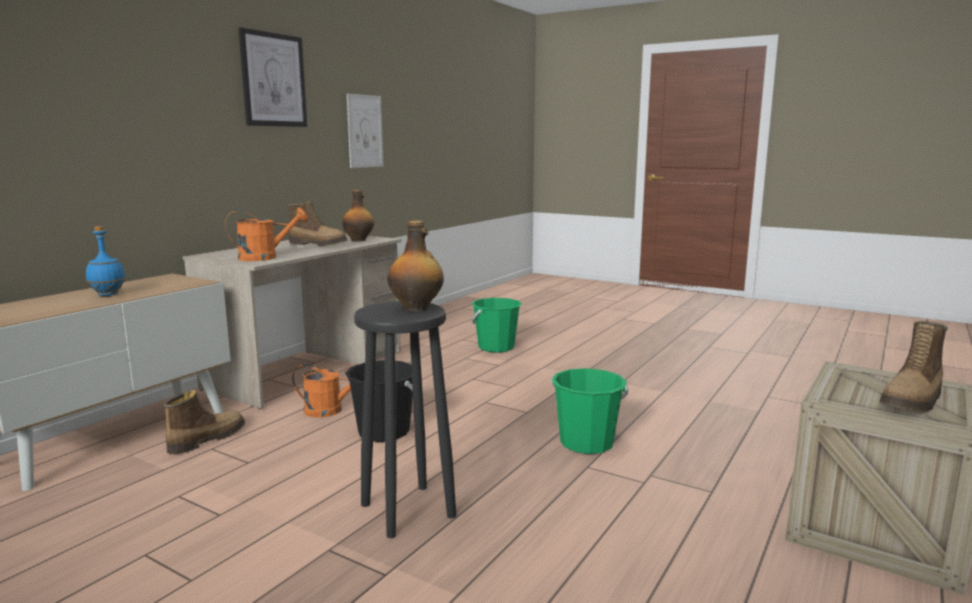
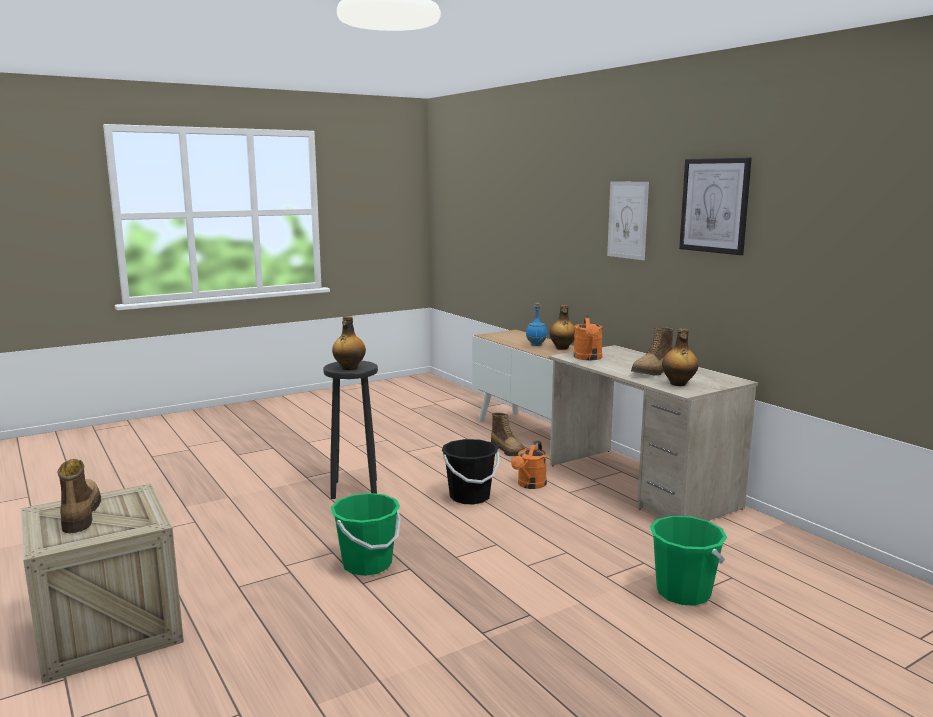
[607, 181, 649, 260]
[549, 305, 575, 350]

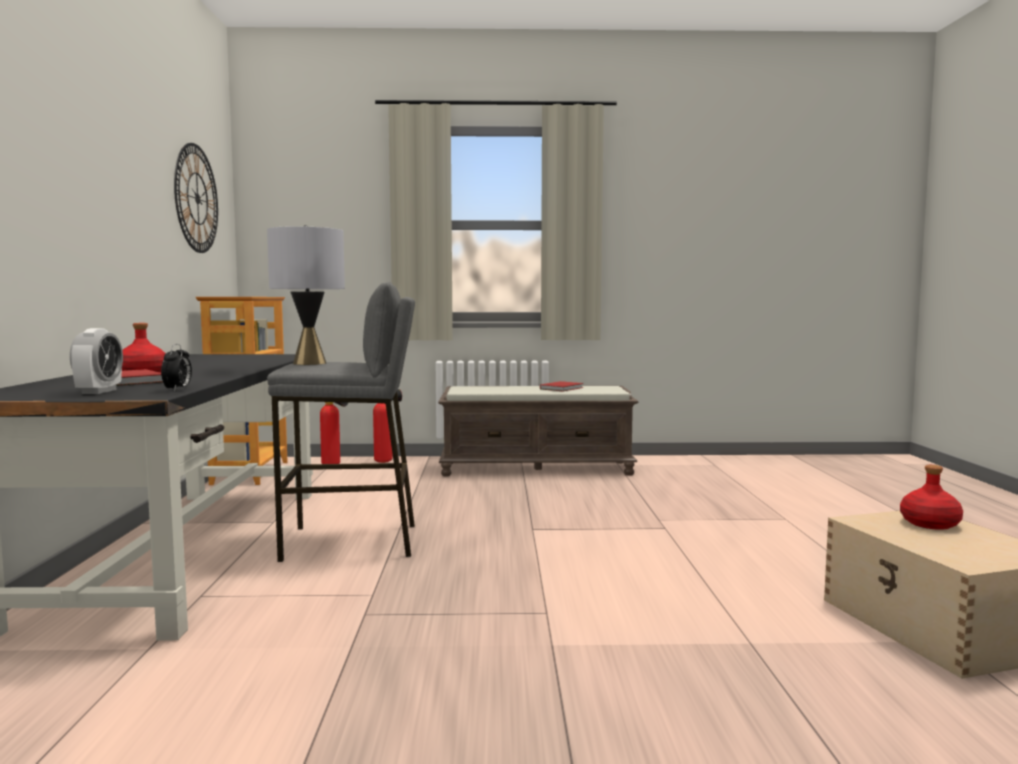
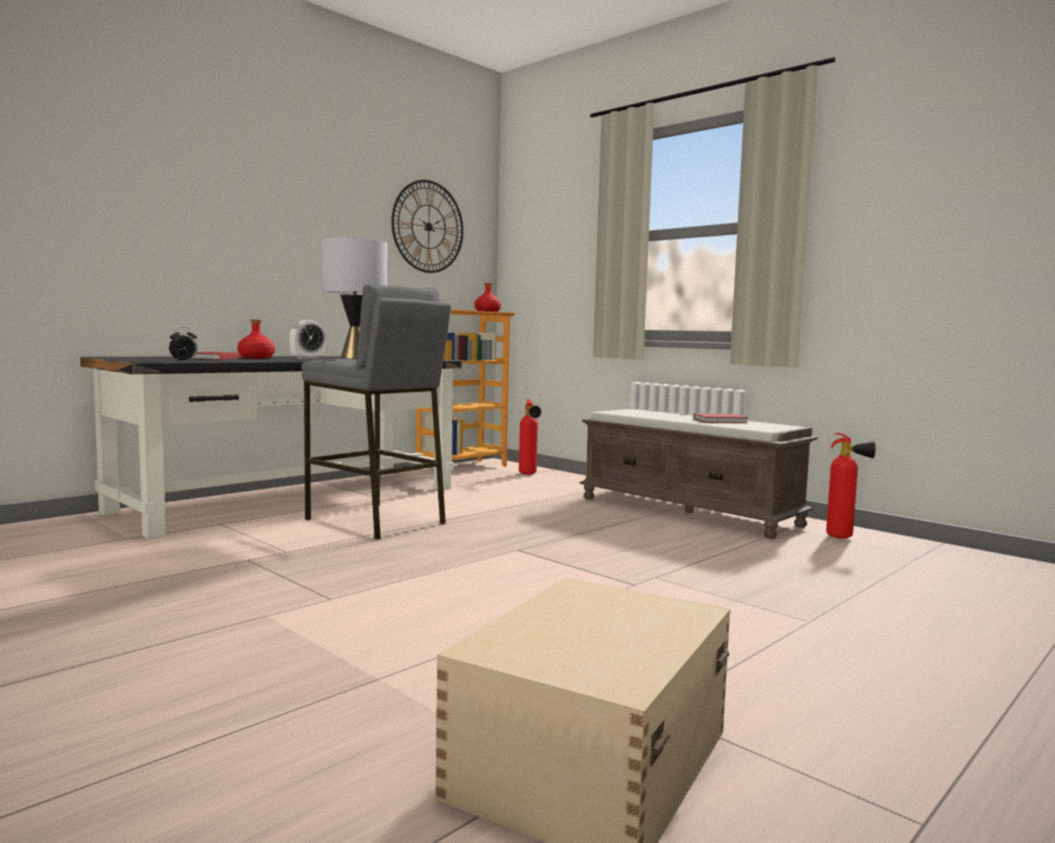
[289, 320, 326, 359]
[826, 433, 876, 539]
[474, 283, 501, 312]

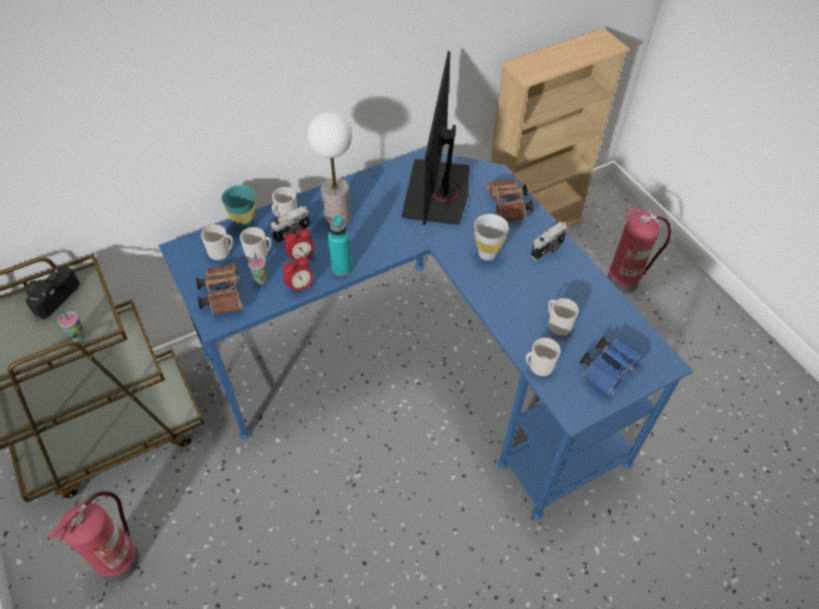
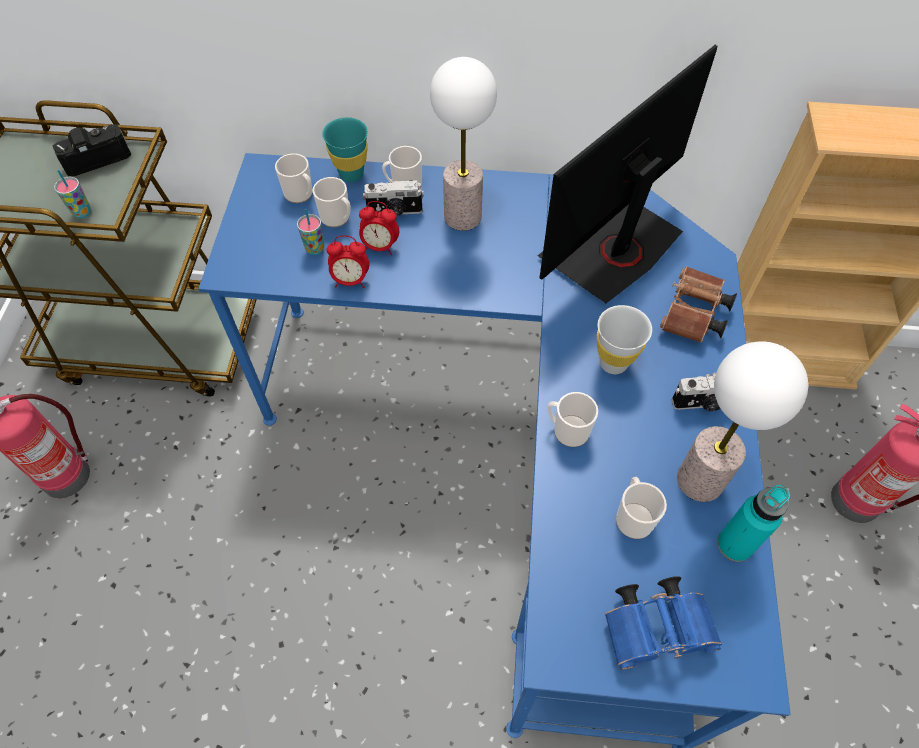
[717, 485, 790, 562]
[196, 263, 243, 315] (first image)
[547, 392, 598, 447]
[677, 342, 808, 502]

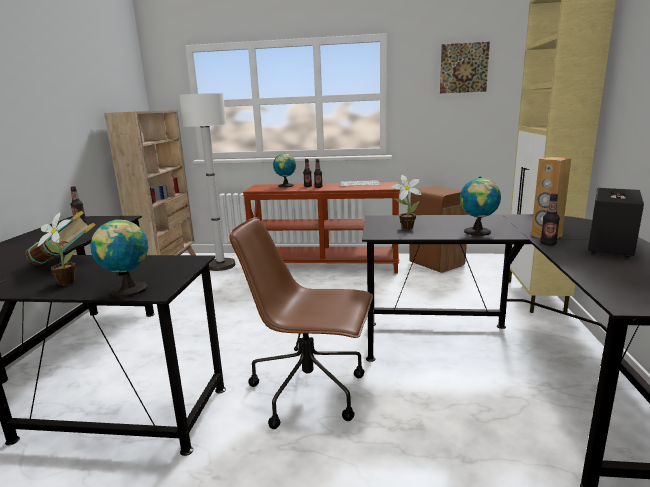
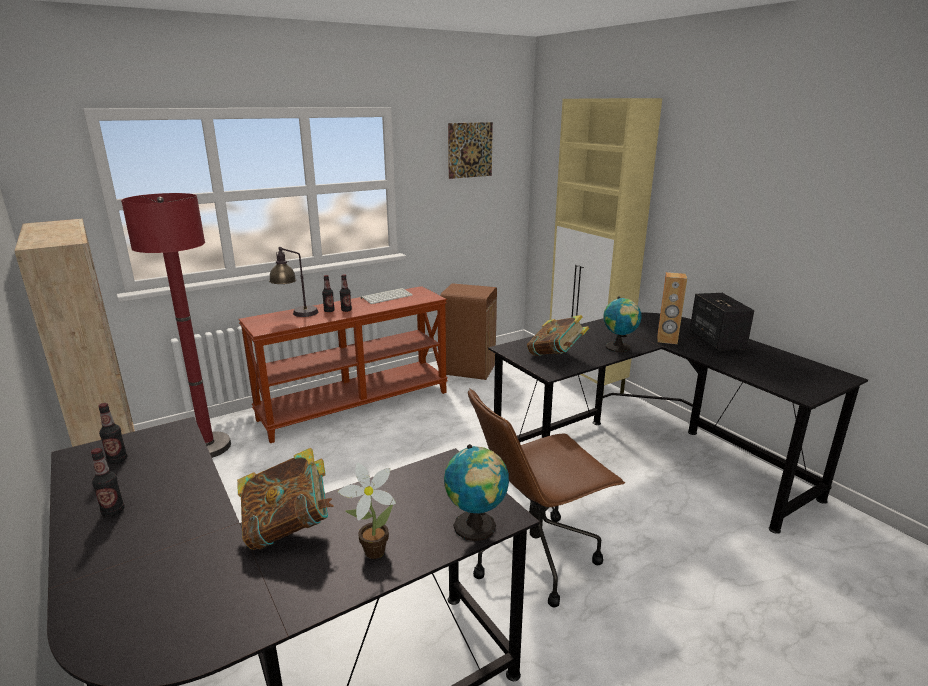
[121, 193, 231, 458]
[269, 247, 318, 317]
[527, 315, 589, 356]
[91, 448, 125, 517]

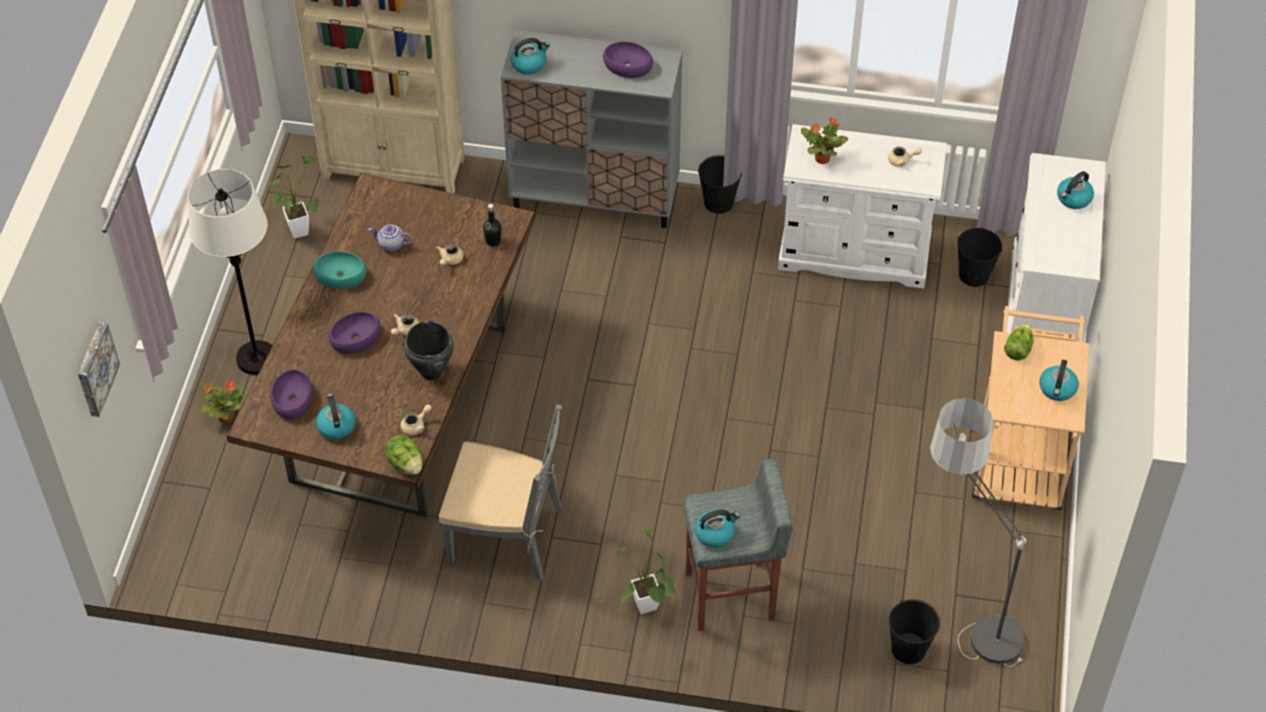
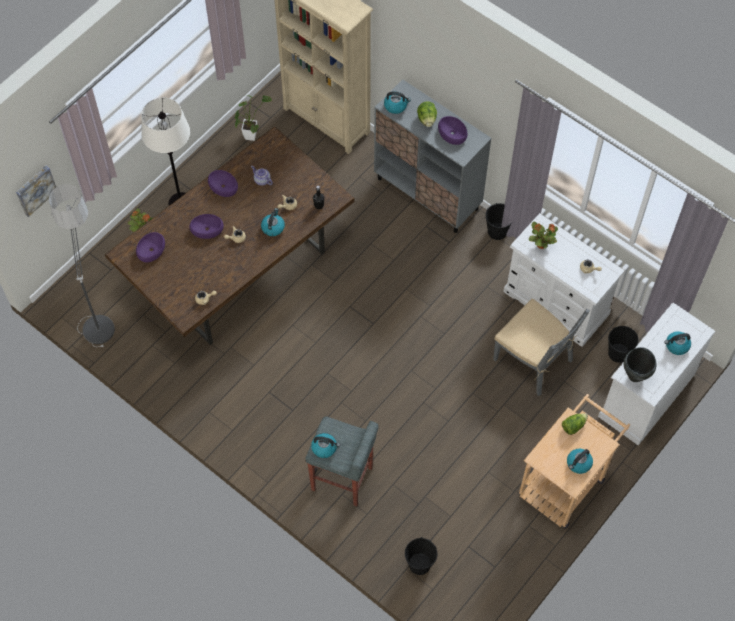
[208, 170, 238, 197]
[623, 347, 656, 382]
[261, 208, 285, 236]
[49, 184, 115, 347]
[493, 299, 590, 396]
[417, 101, 437, 127]
[615, 528, 676, 614] (first image)

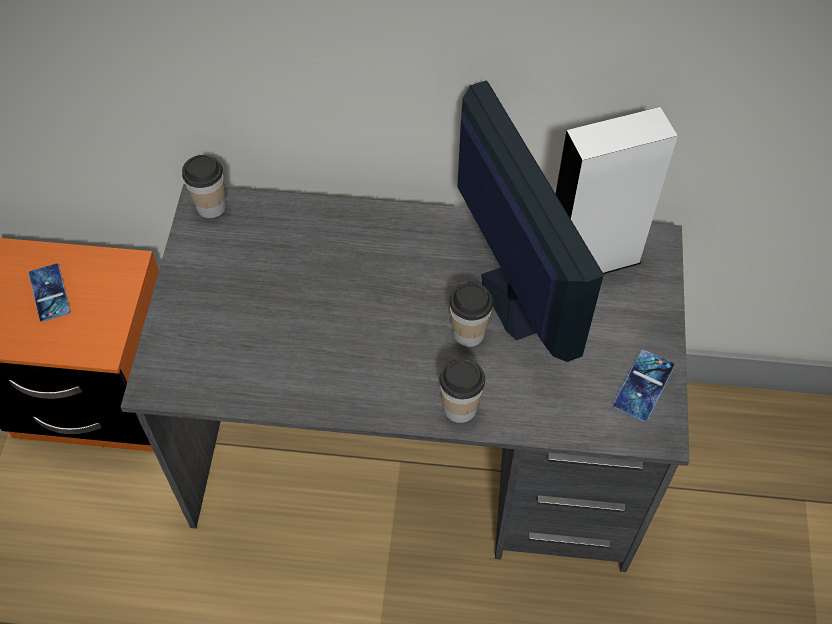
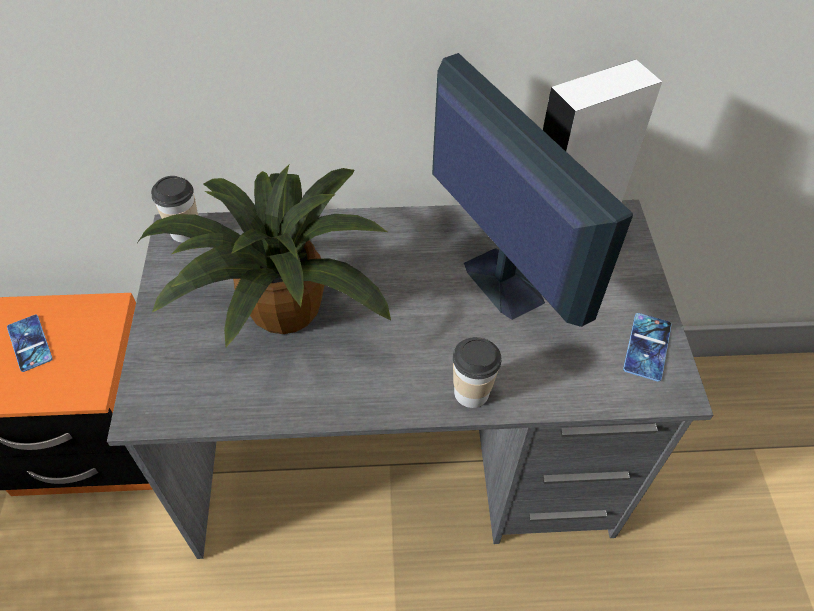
[450, 282, 493, 347] (first image)
[137, 165, 391, 347]

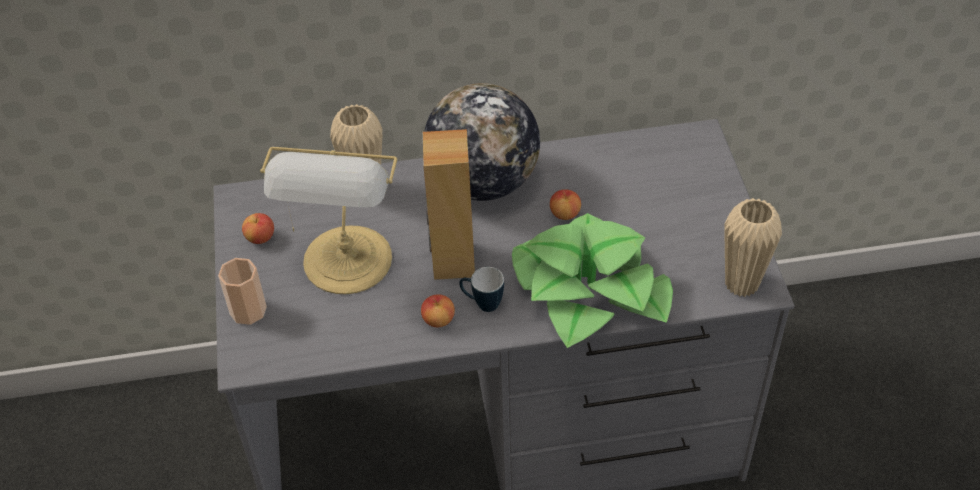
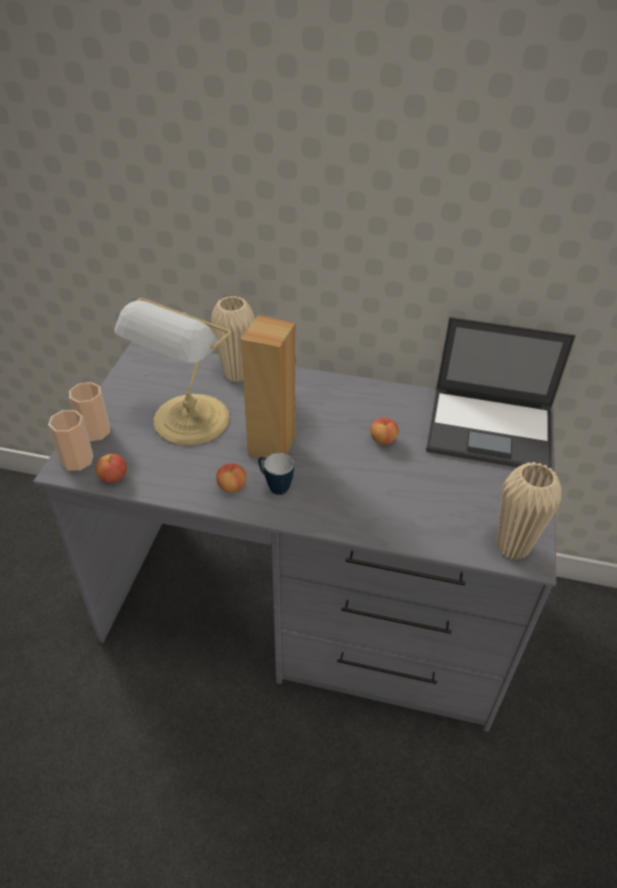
[424, 83, 540, 201] (first image)
[96, 454, 127, 483]
[512, 213, 673, 348] (first image)
[426, 317, 576, 468]
[48, 410, 94, 471]

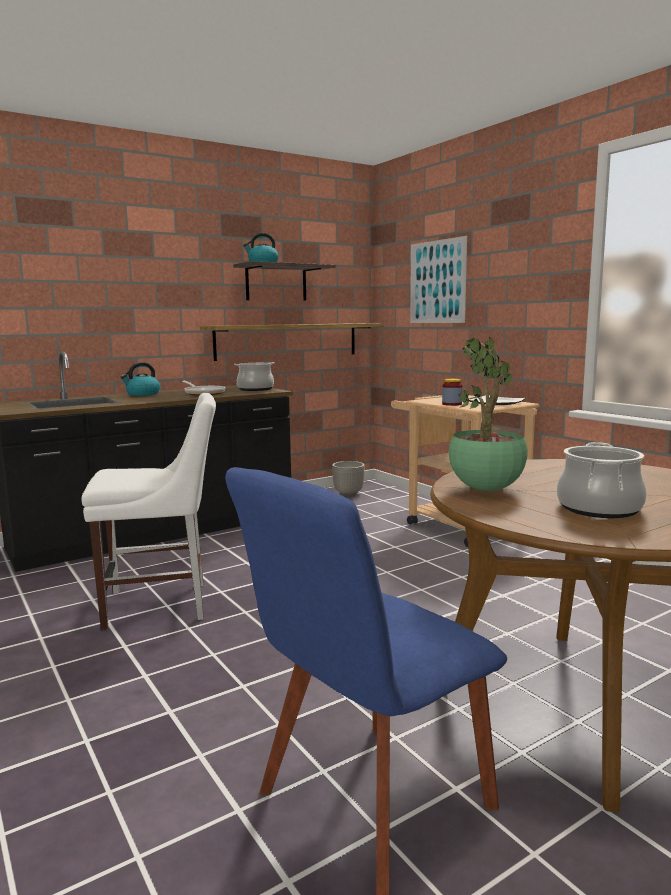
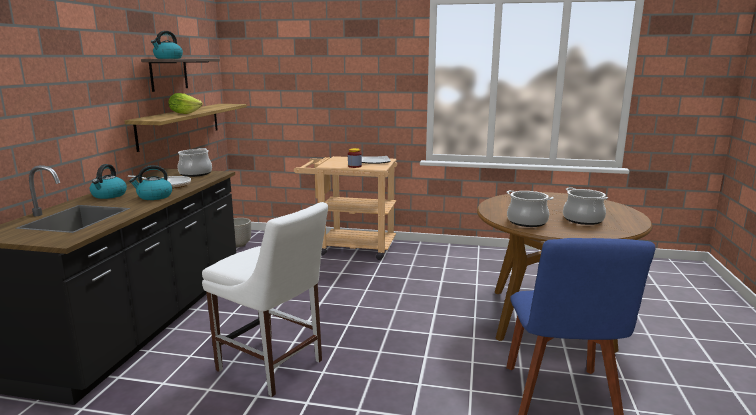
[410, 236, 467, 323] (first image)
[506, 190, 554, 227]
[202, 202, 328, 397]
[168, 93, 203, 114]
[129, 165, 172, 200]

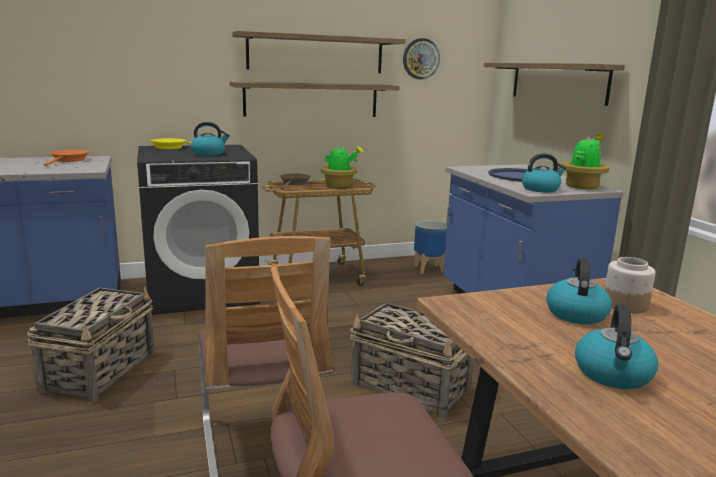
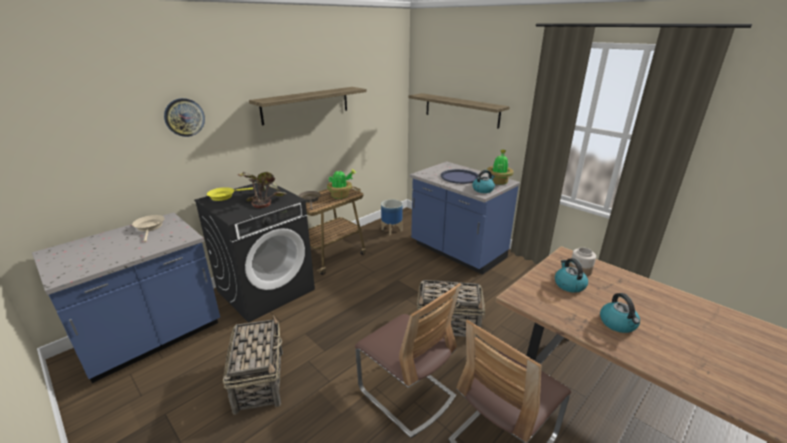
[164, 98, 205, 137]
[229, 81, 400, 117] (first image)
[238, 172, 287, 208]
[132, 215, 165, 242]

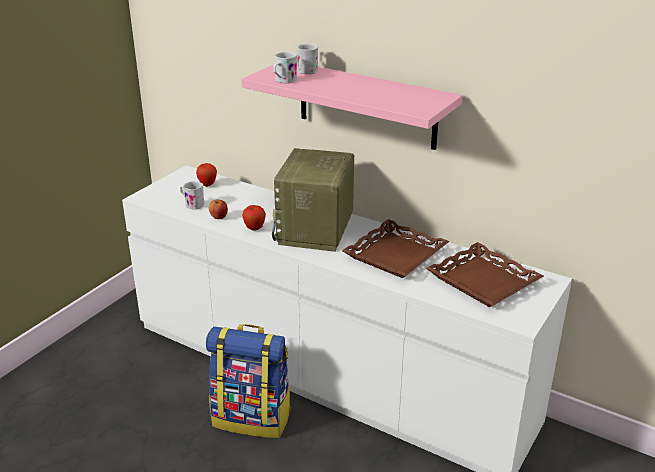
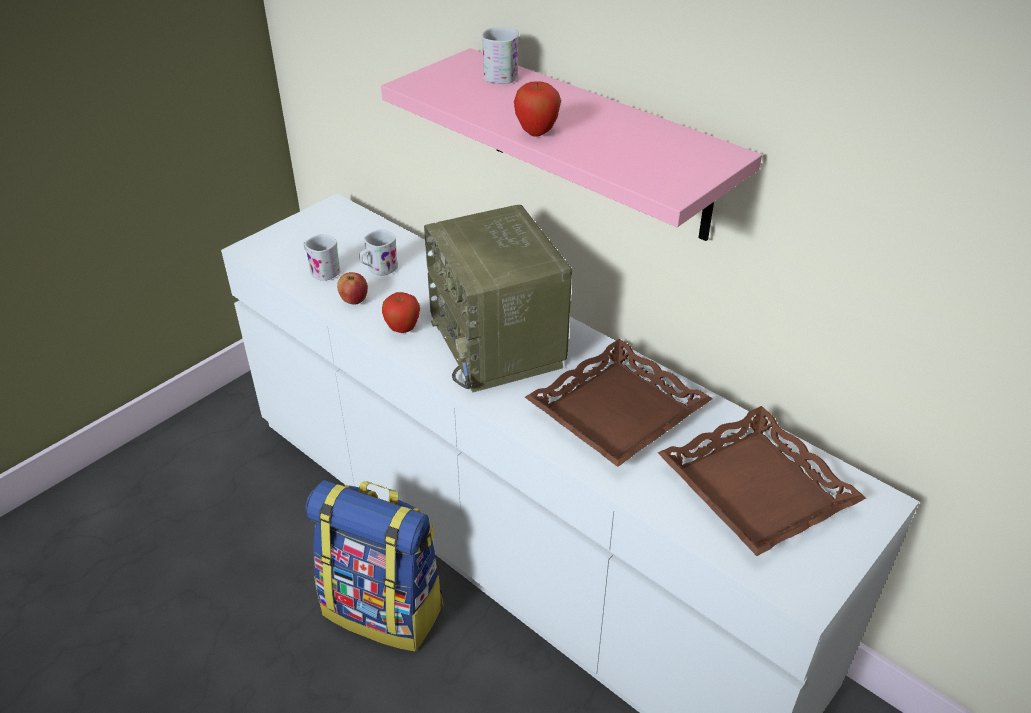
[359, 229, 398, 276]
[424, 205, 572, 392]
[514, 81, 561, 137]

